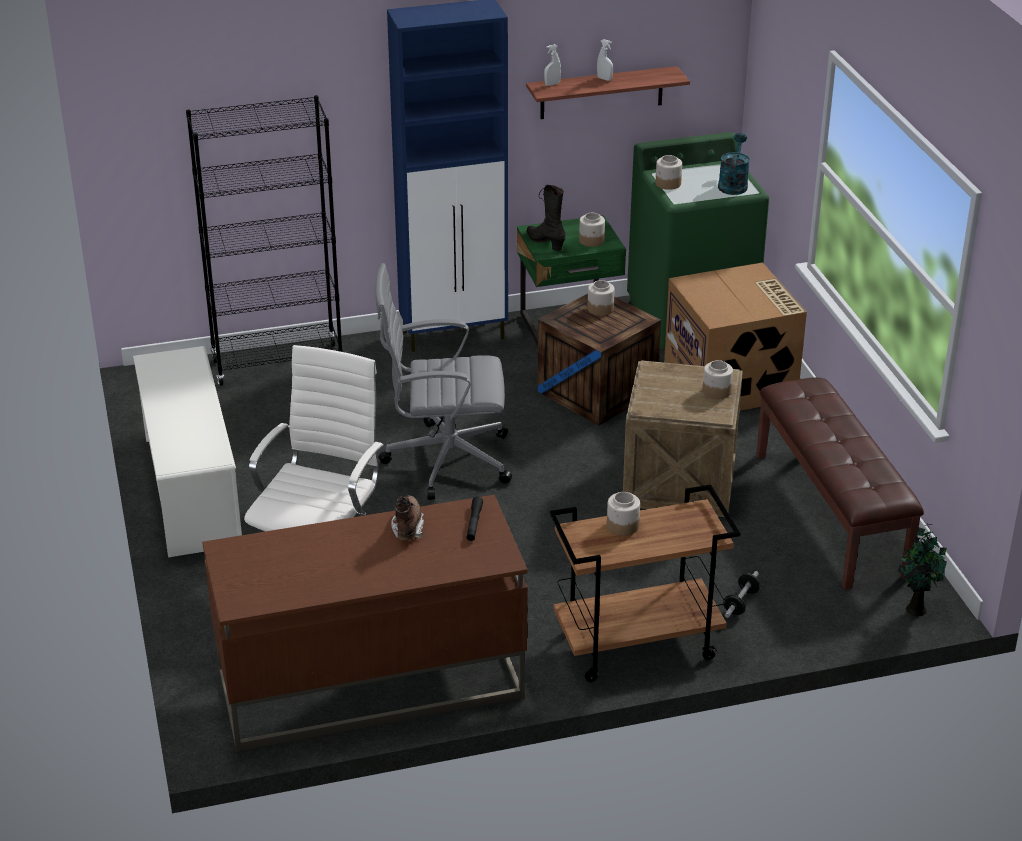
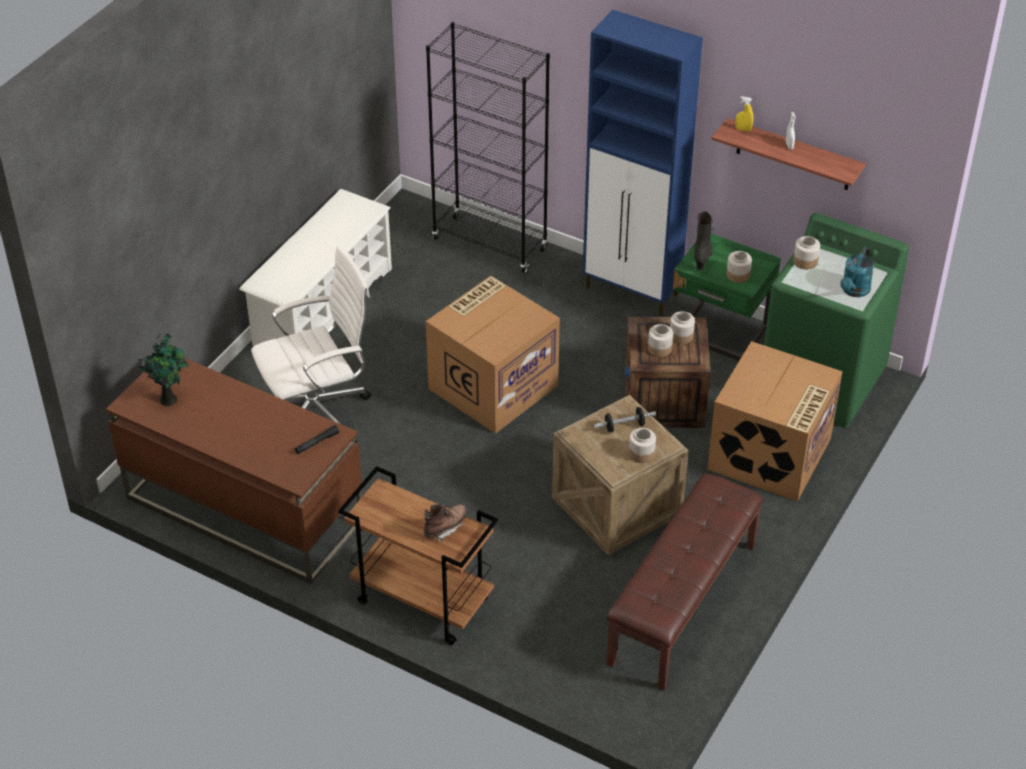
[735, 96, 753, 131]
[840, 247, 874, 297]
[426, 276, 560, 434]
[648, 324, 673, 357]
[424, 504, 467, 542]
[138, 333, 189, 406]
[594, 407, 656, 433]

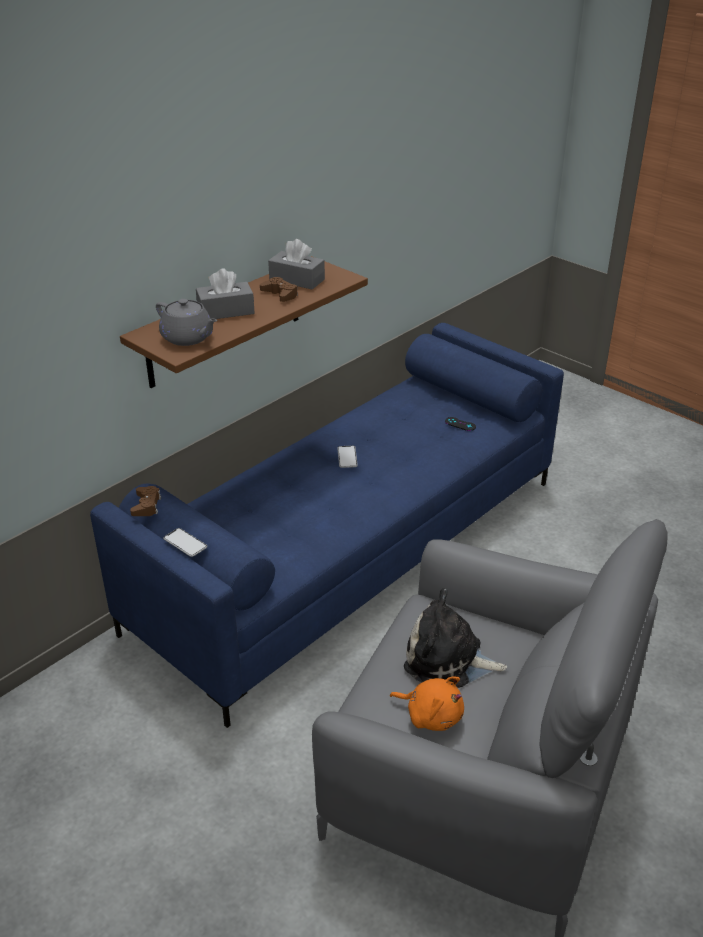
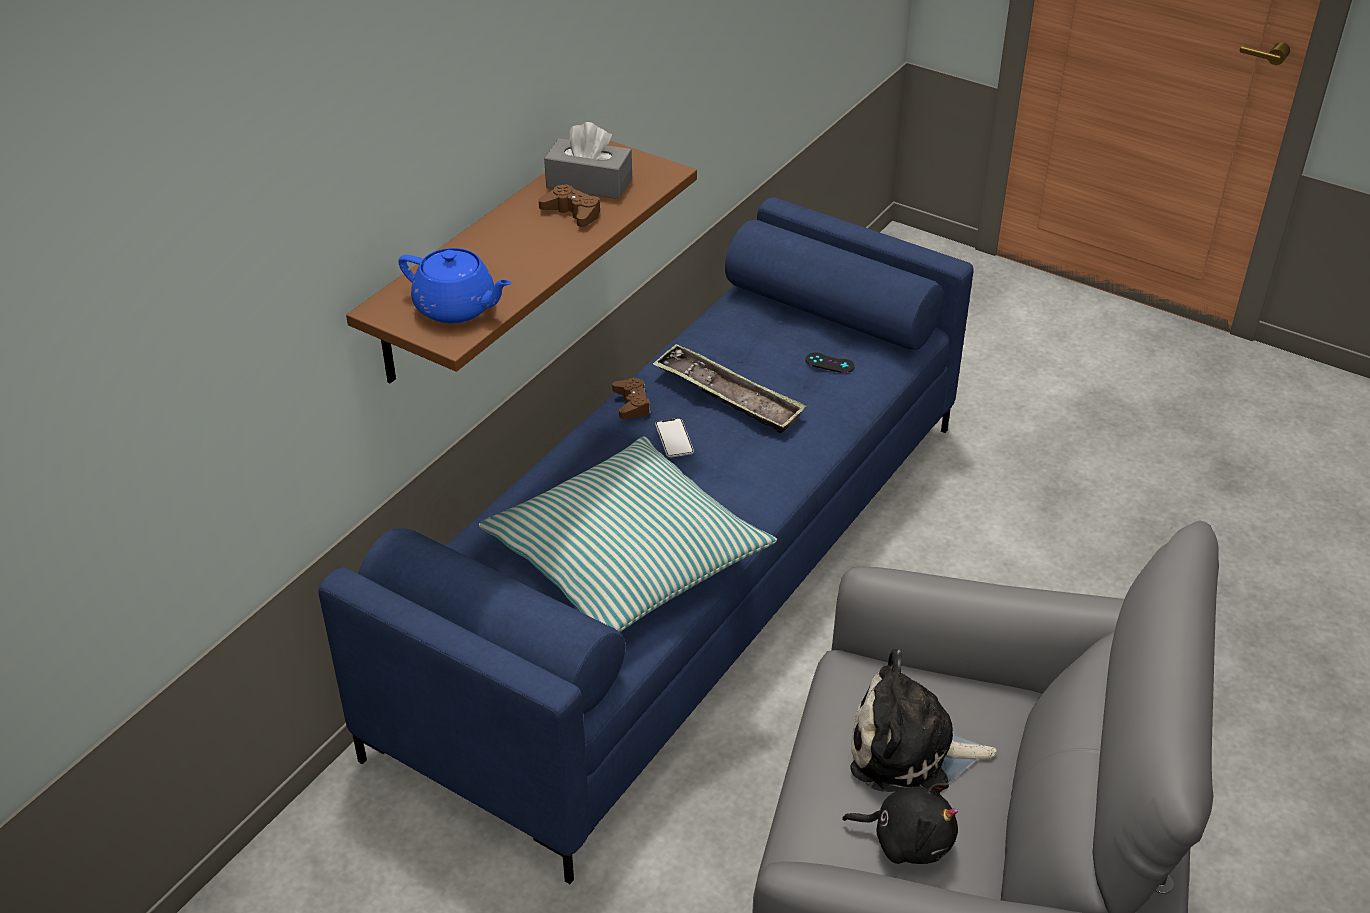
[196, 268, 255, 319] (first image)
[398, 248, 512, 324]
[612, 378, 651, 419]
[163, 528, 207, 557] (first image)
[842, 783, 958, 864]
[653, 343, 806, 434]
[479, 436, 777, 633]

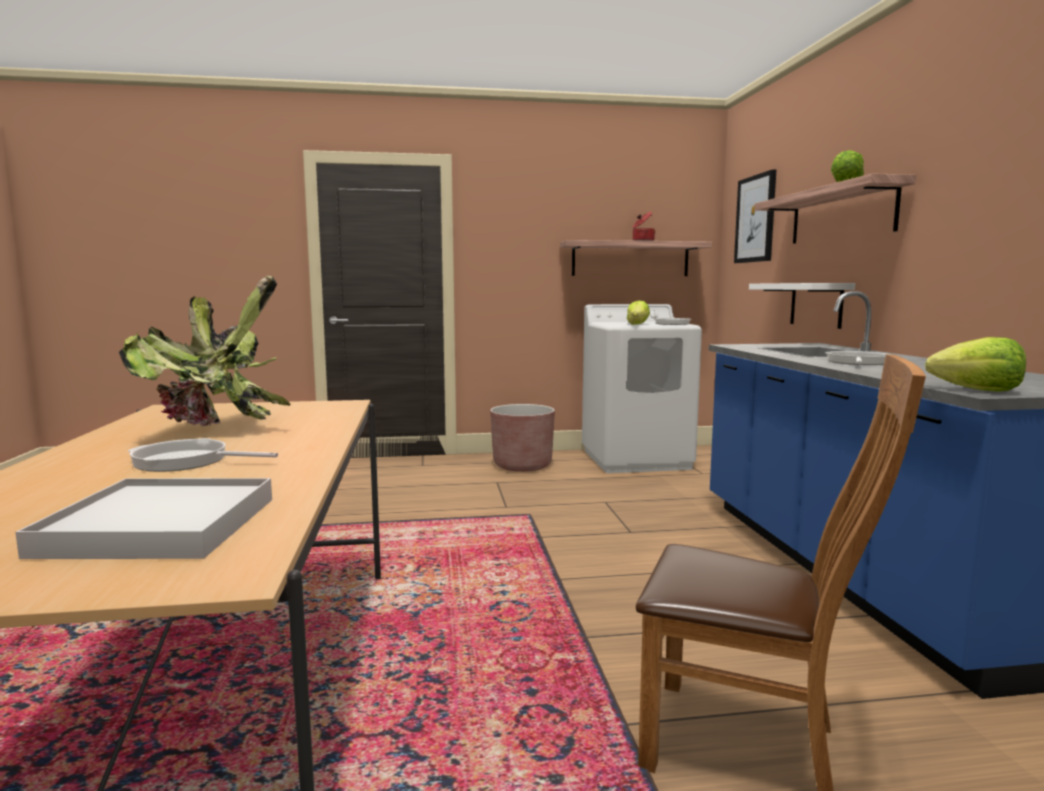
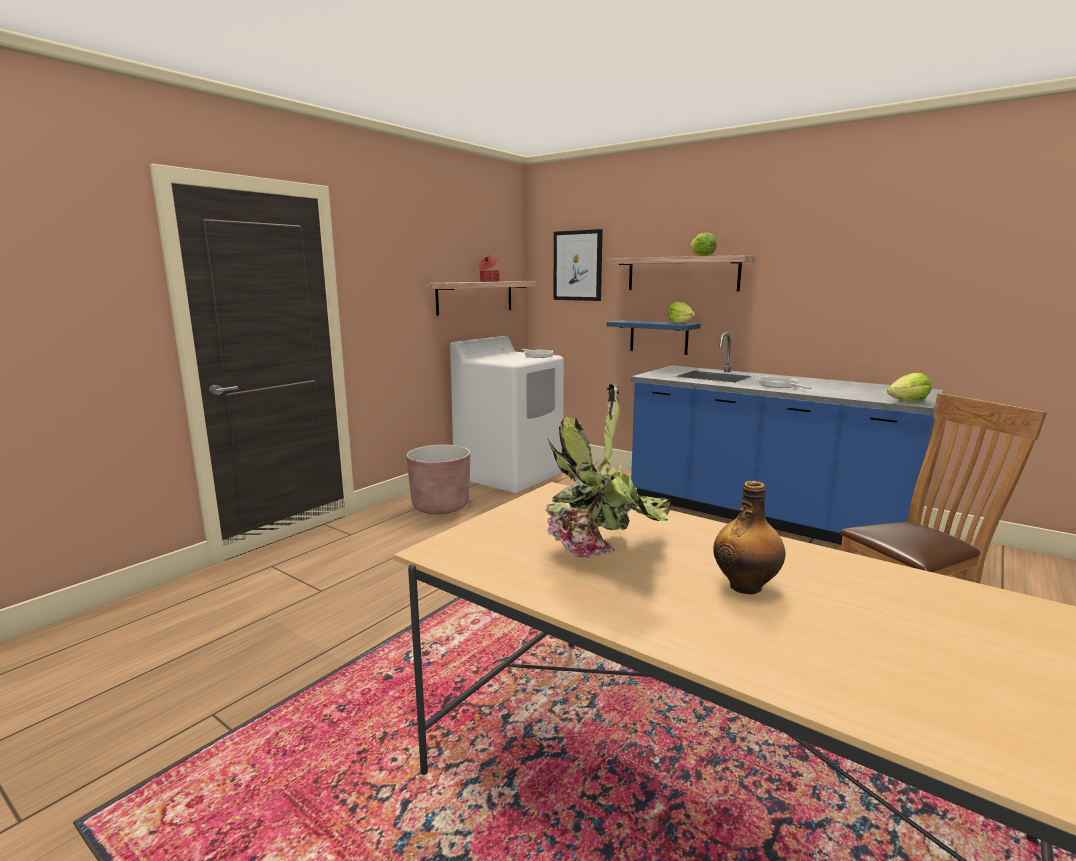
[607, 320, 700, 355]
[668, 302, 695, 324]
[713, 481, 785, 594]
[15, 478, 272, 559] (first image)

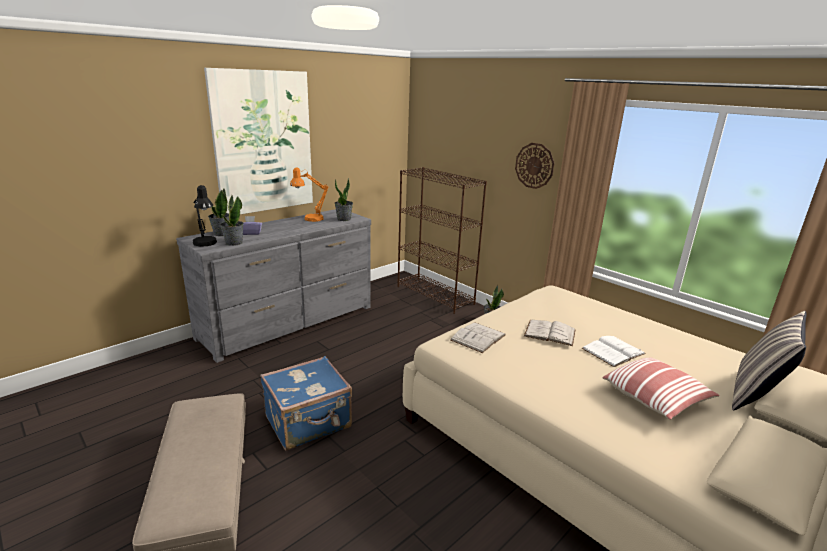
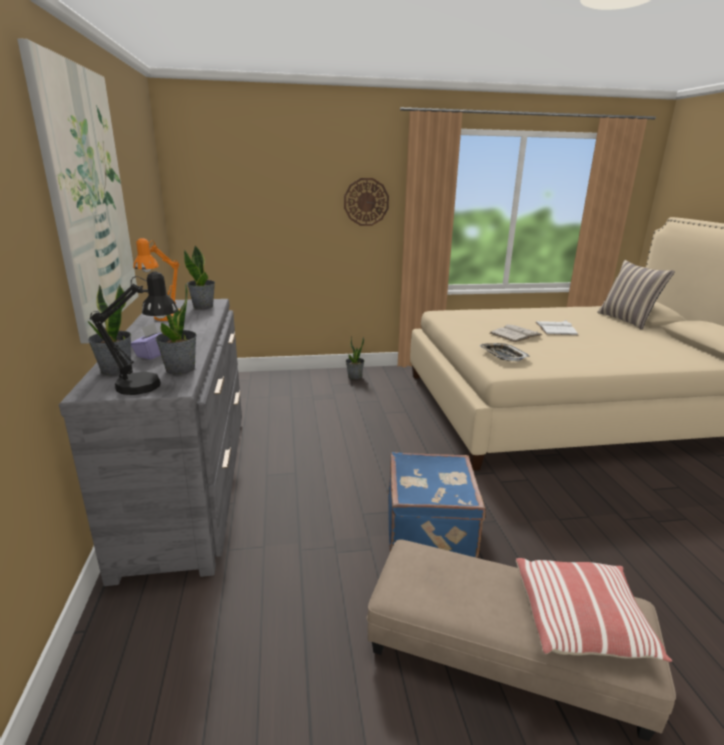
[397, 167, 487, 314] (first image)
[479, 343, 530, 361]
[516, 558, 672, 662]

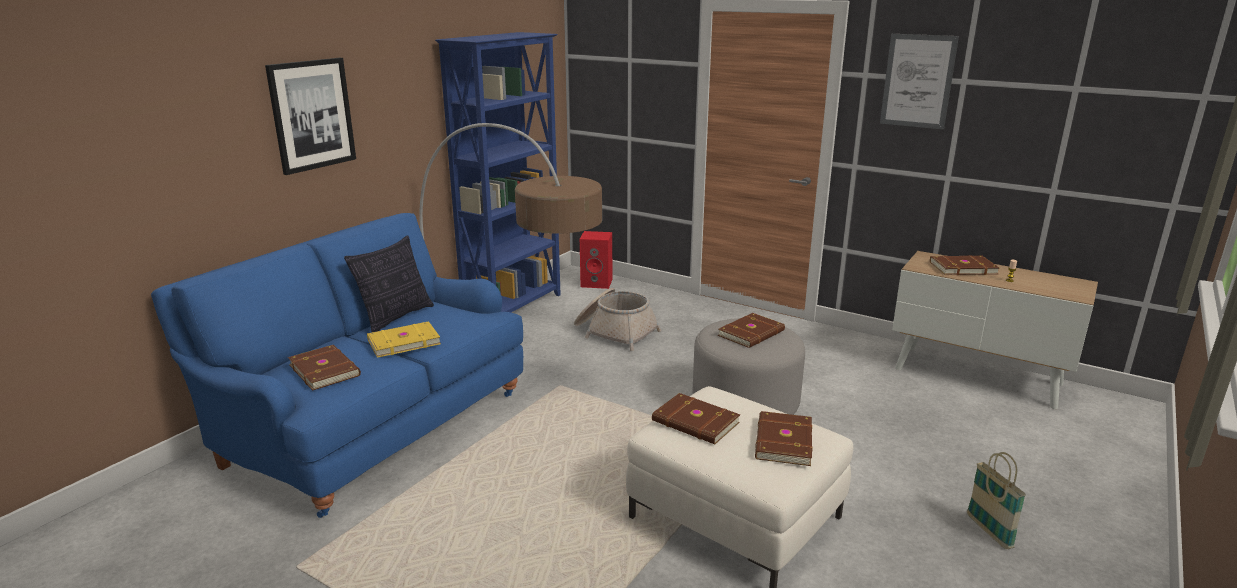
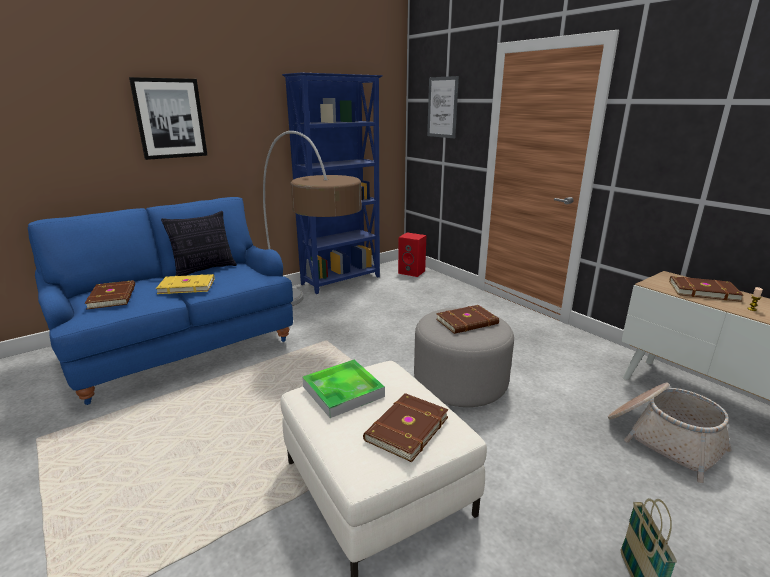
[427, 76, 459, 138]
[608, 383, 732, 483]
[302, 360, 385, 418]

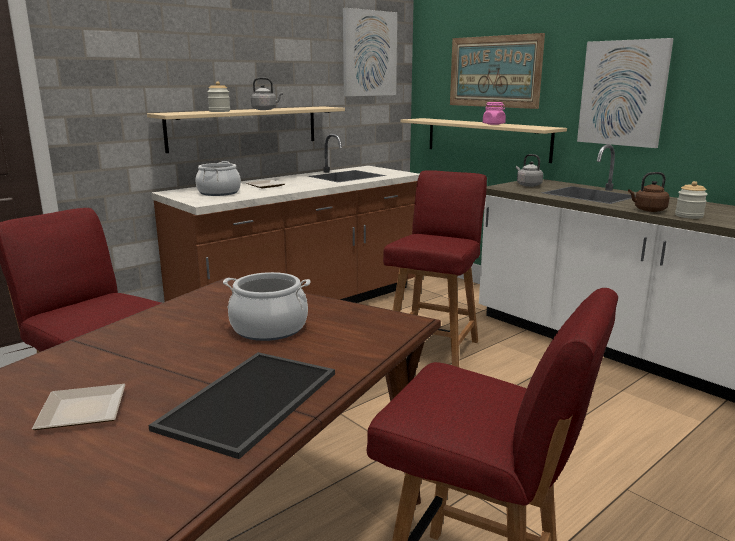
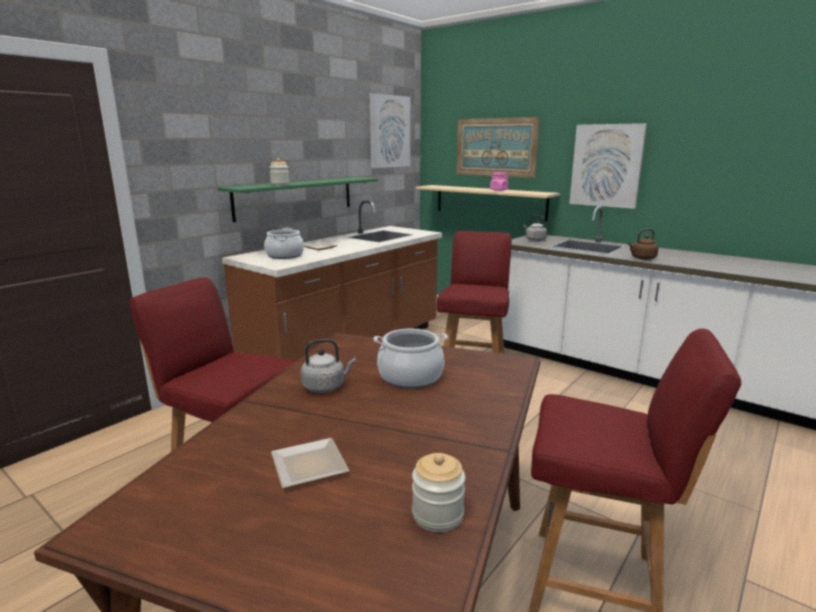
[301, 339, 356, 393]
[217, 177, 378, 222]
[412, 453, 465, 532]
[148, 352, 335, 459] (first image)

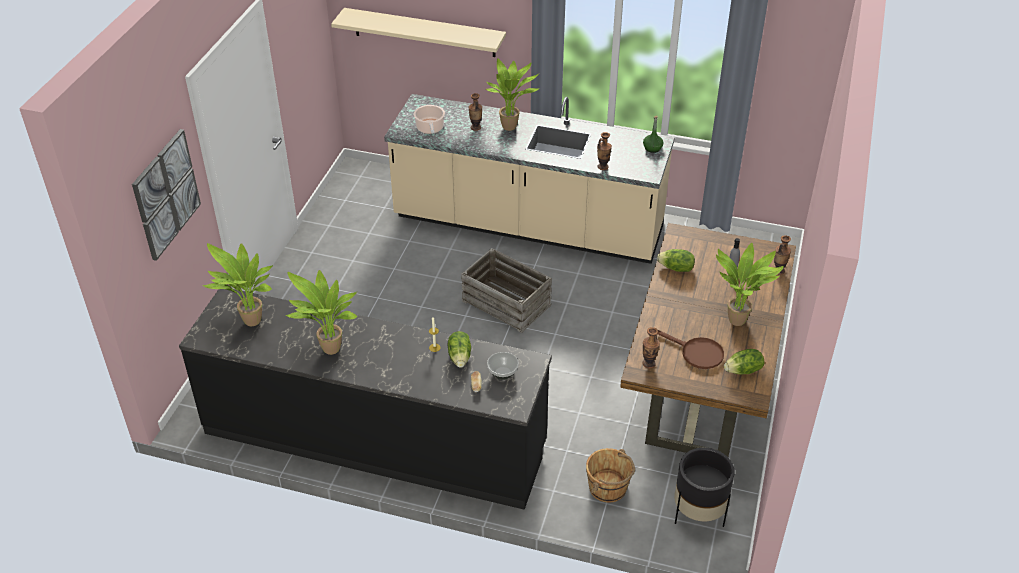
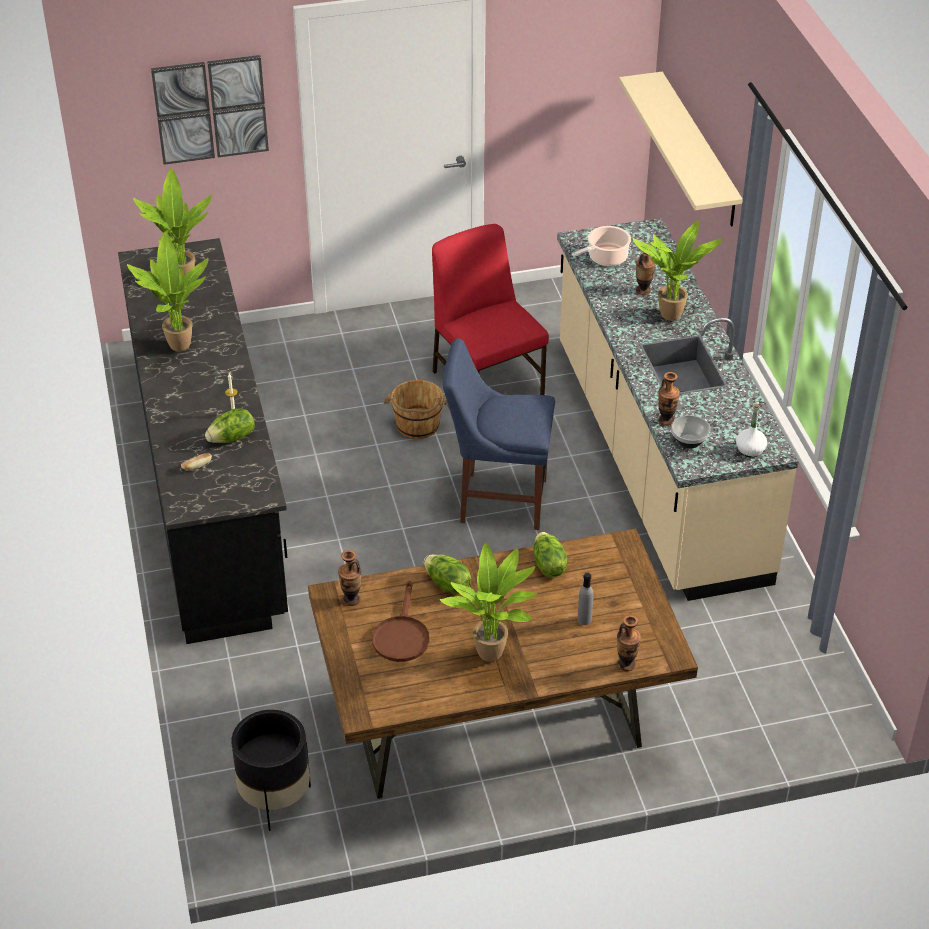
[736, 404, 767, 457]
[443, 339, 555, 530]
[424, 554, 471, 594]
[671, 415, 710, 449]
[383, 380, 450, 439]
[432, 224, 549, 395]

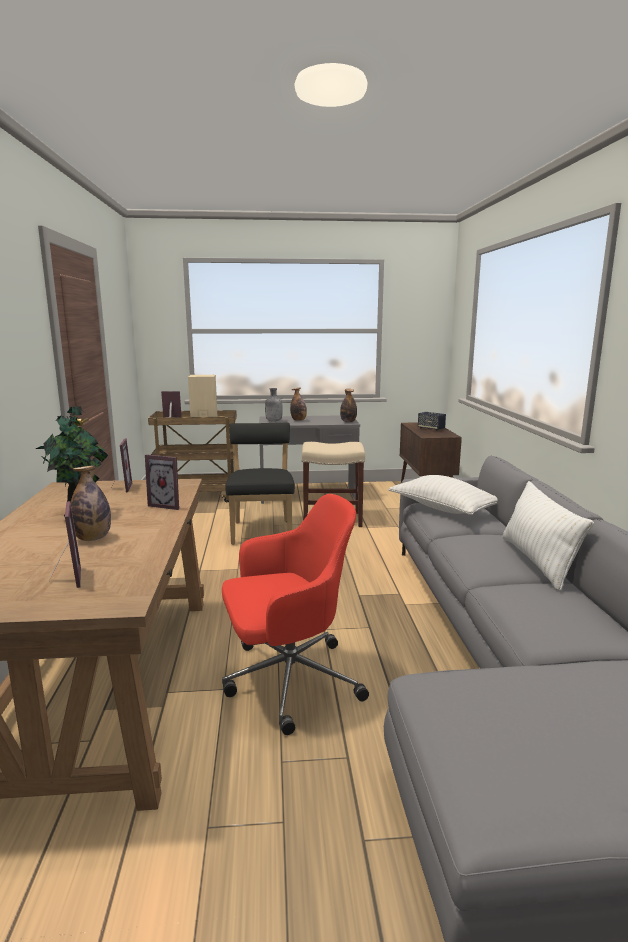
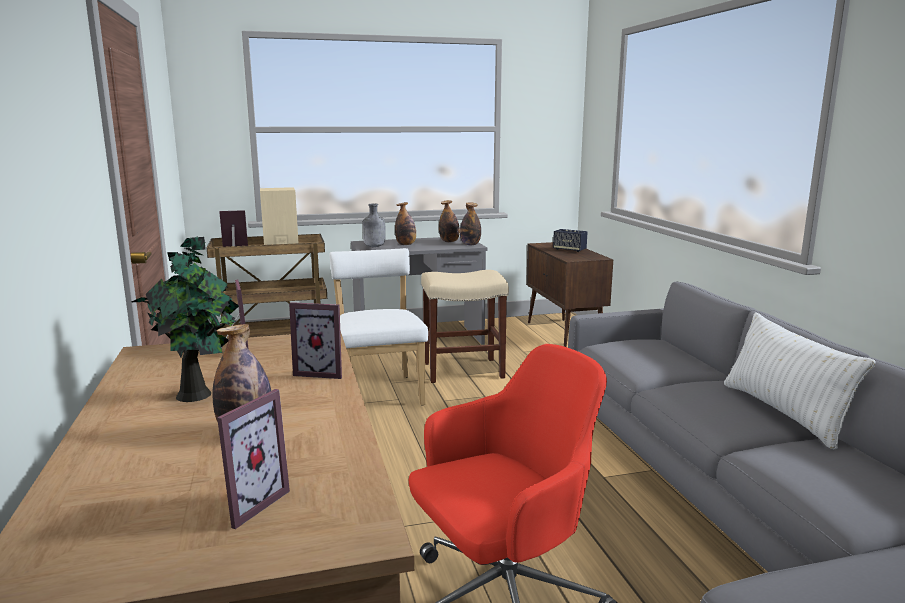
[329, 248, 428, 406]
[389, 475, 498, 515] (first image)
[217, 389, 290, 529]
[439, 200, 460, 242]

